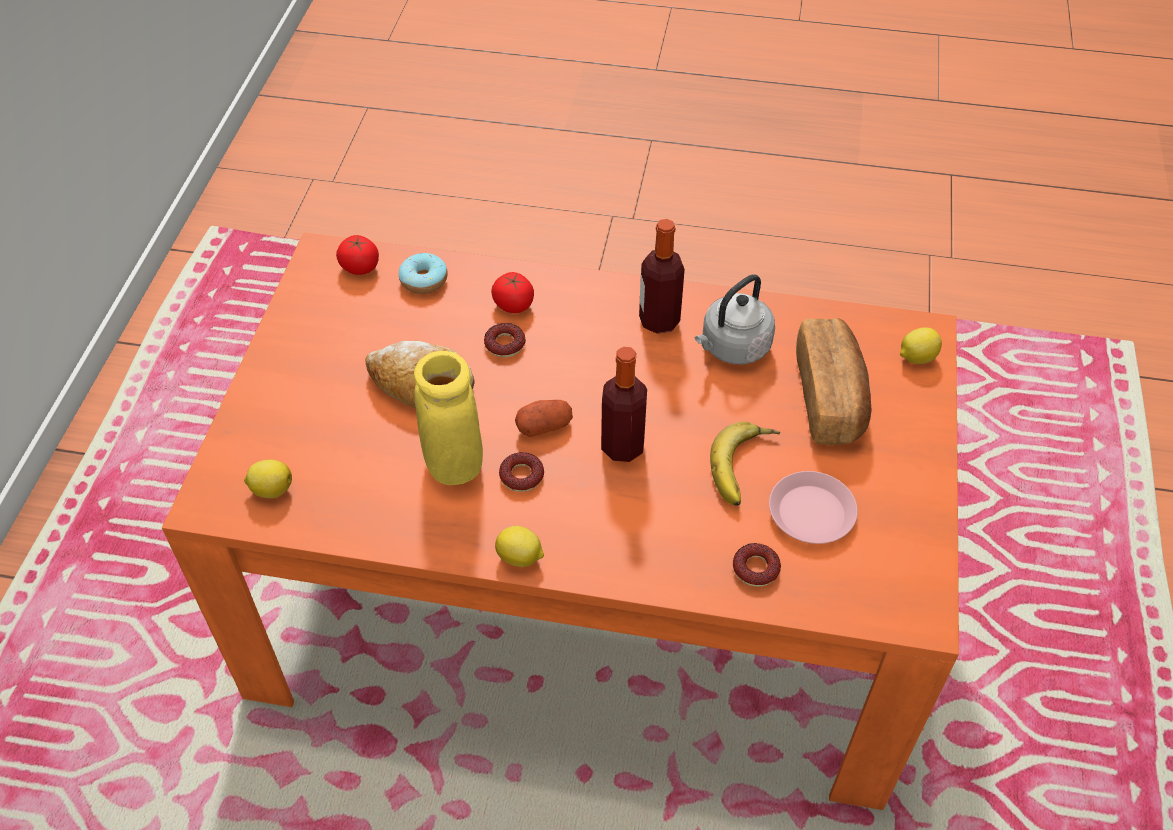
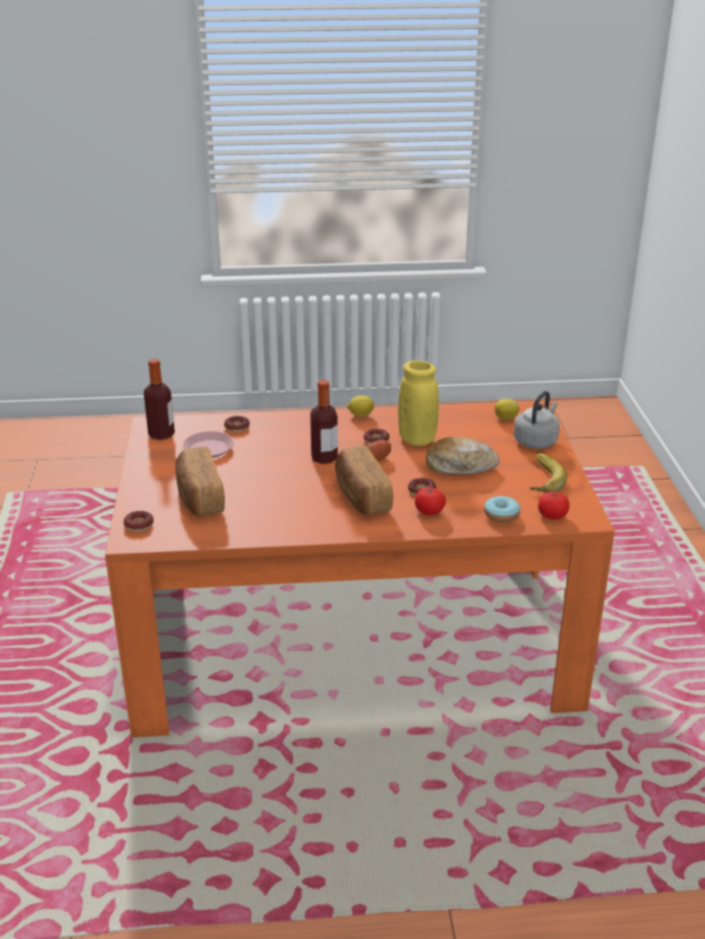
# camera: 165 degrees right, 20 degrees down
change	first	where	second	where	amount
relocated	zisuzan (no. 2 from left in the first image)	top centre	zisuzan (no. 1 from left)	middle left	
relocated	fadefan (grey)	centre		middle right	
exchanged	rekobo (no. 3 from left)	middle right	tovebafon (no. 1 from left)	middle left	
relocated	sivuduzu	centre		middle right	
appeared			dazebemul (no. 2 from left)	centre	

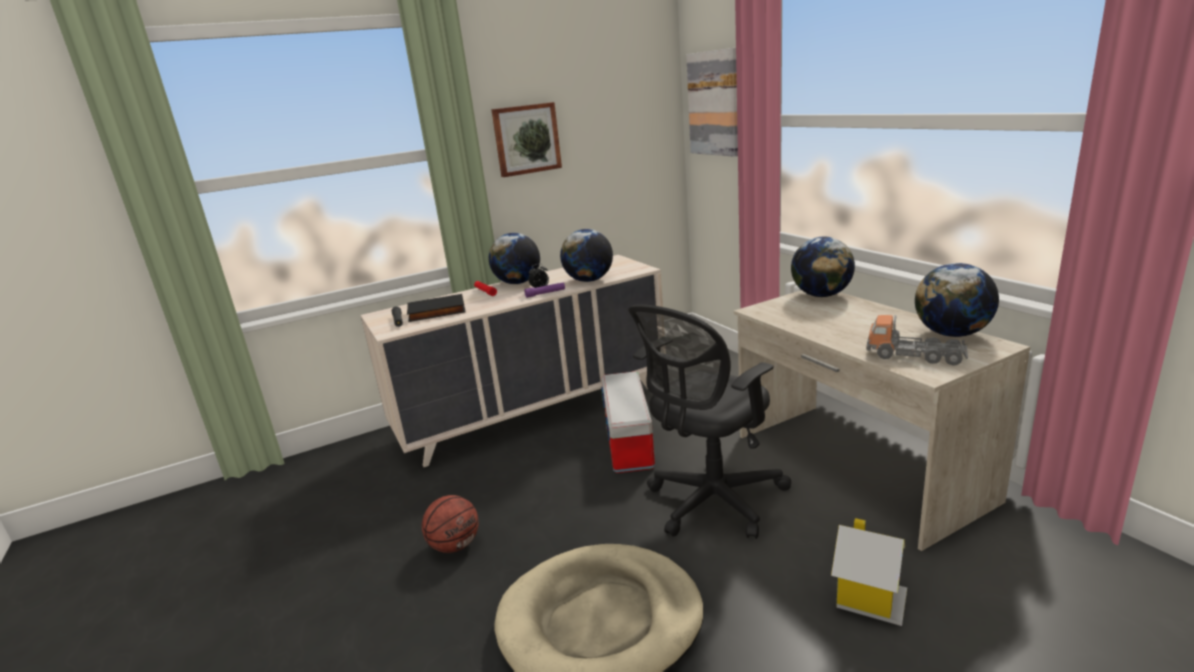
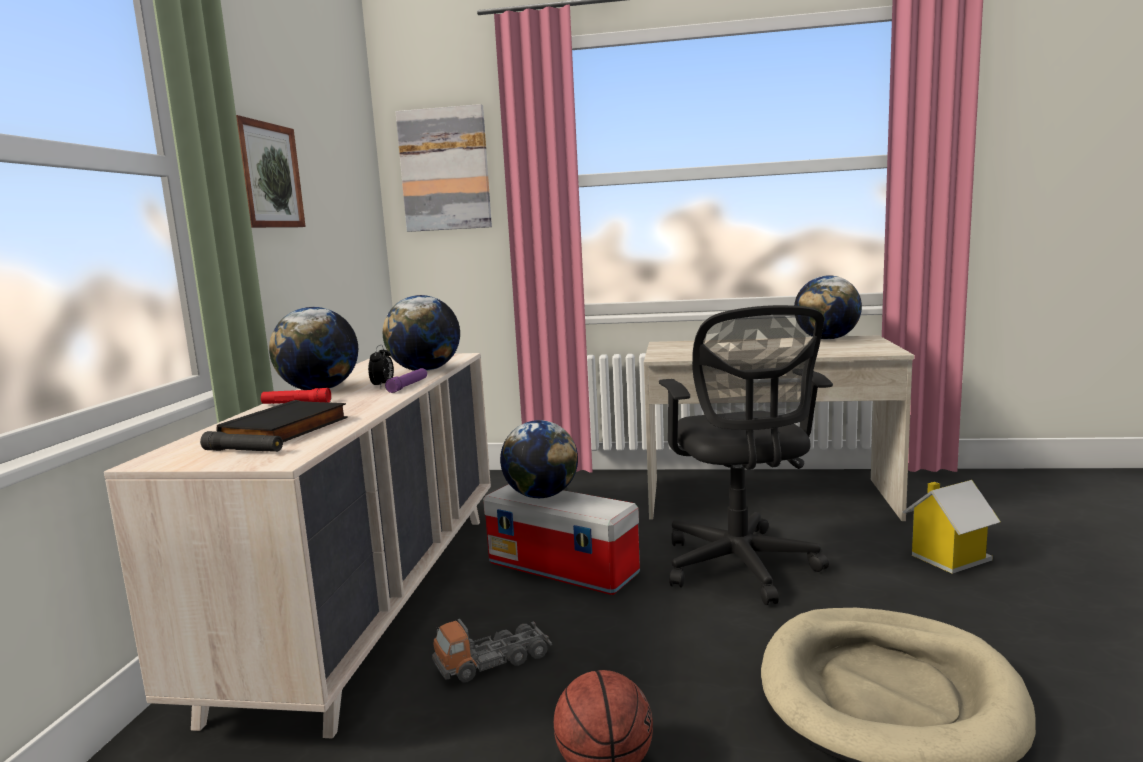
# camera: 55 degrees left, 10 degrees down
change	first	where	second	where	amount
relocated	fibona (no. 3 from left)	middle right		centre	
relocated	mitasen	middle right		bottom centre	

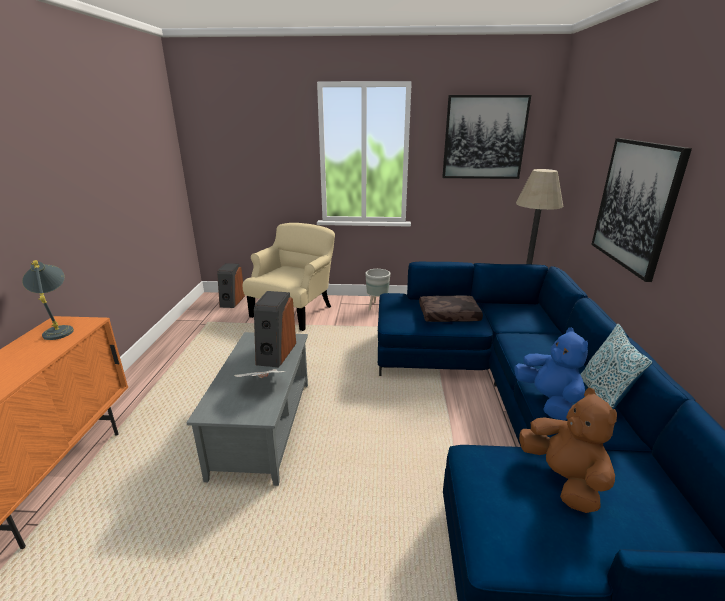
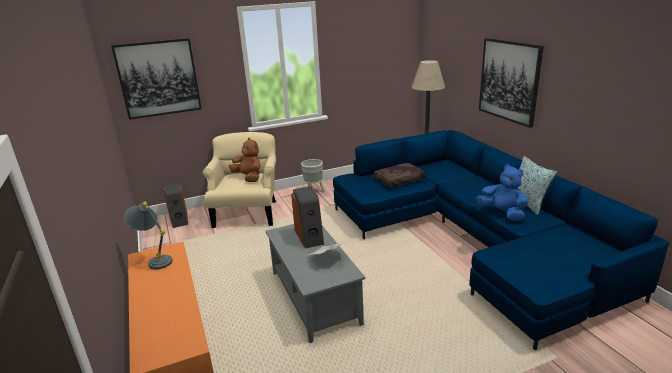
# camera: 25 degrees left, 0 degrees up
change	first	where	second	where	amount
relocated	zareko (no. 1 from left)	top right		top left	
relocated	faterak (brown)	bottom right		centre	

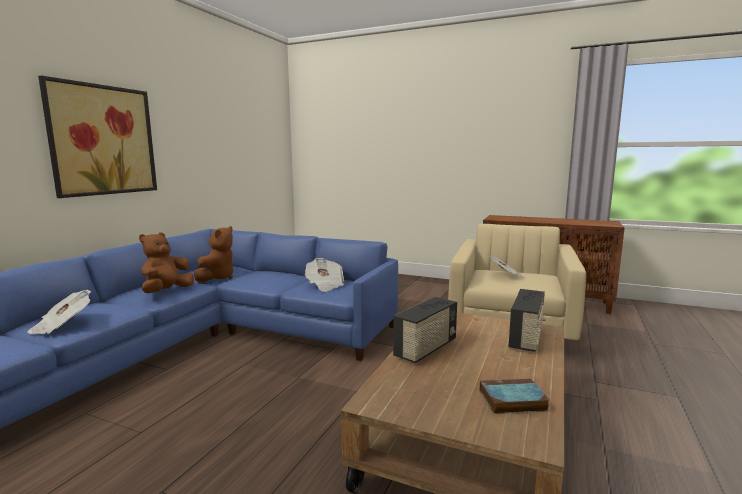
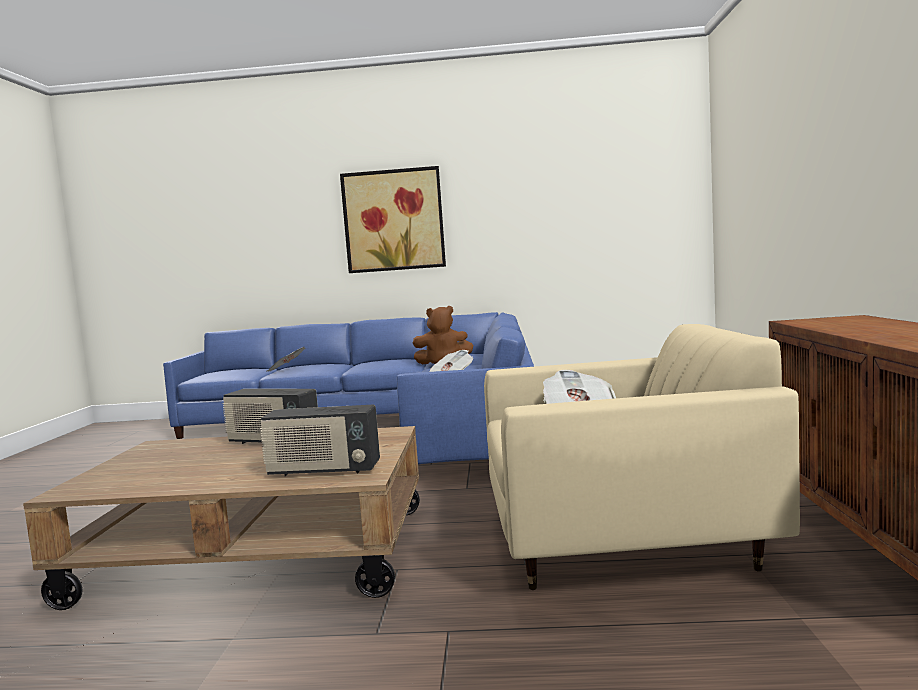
# camera: 70 degrees right, 5 degrees down
change	first	where	second	where	amount
missing	faterak (brown) (no. 1 from left)	middle left			
missing	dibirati	bottom right			

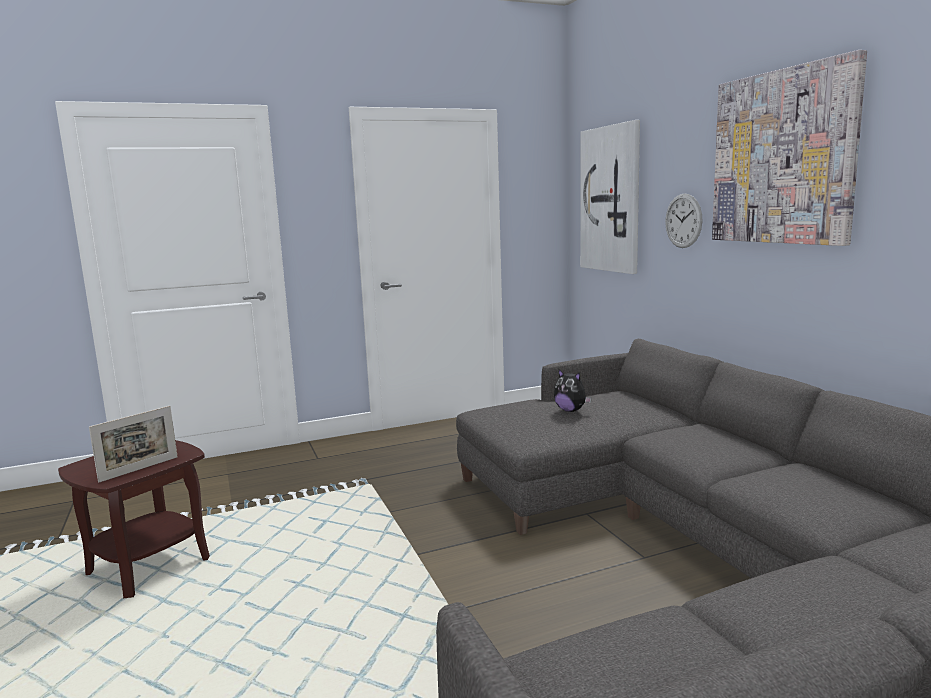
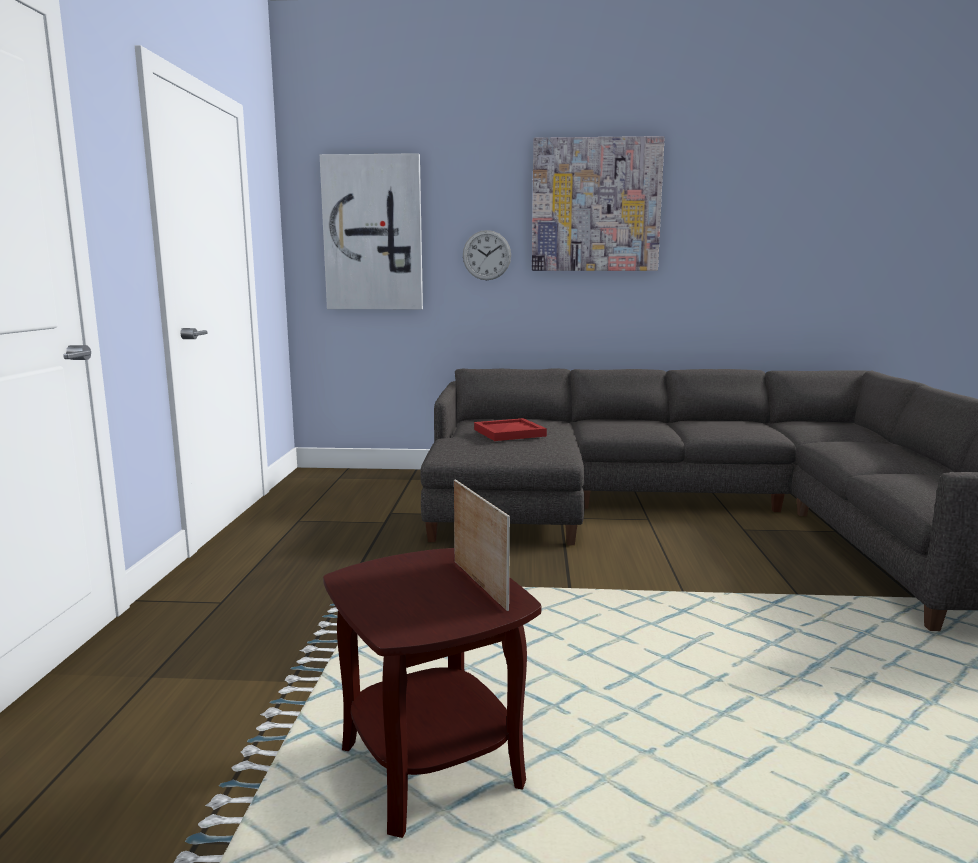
# camera: 65 degrees left, 0 degrees up
change	first	where	second	where	amount
exchanged	faterak	centre	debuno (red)	centre	

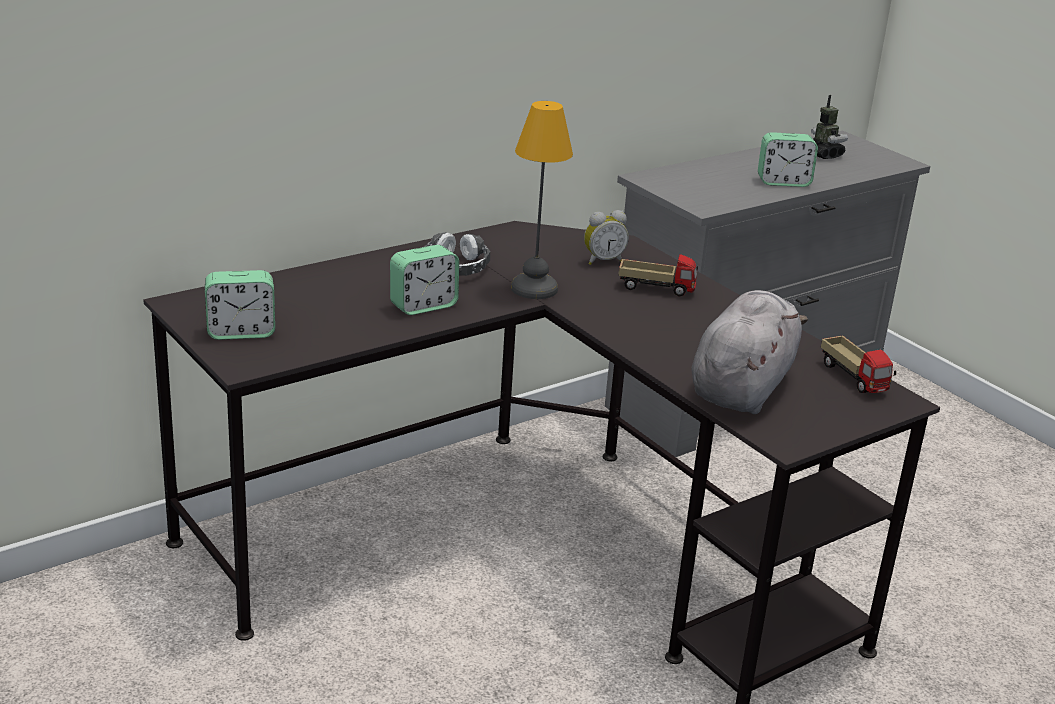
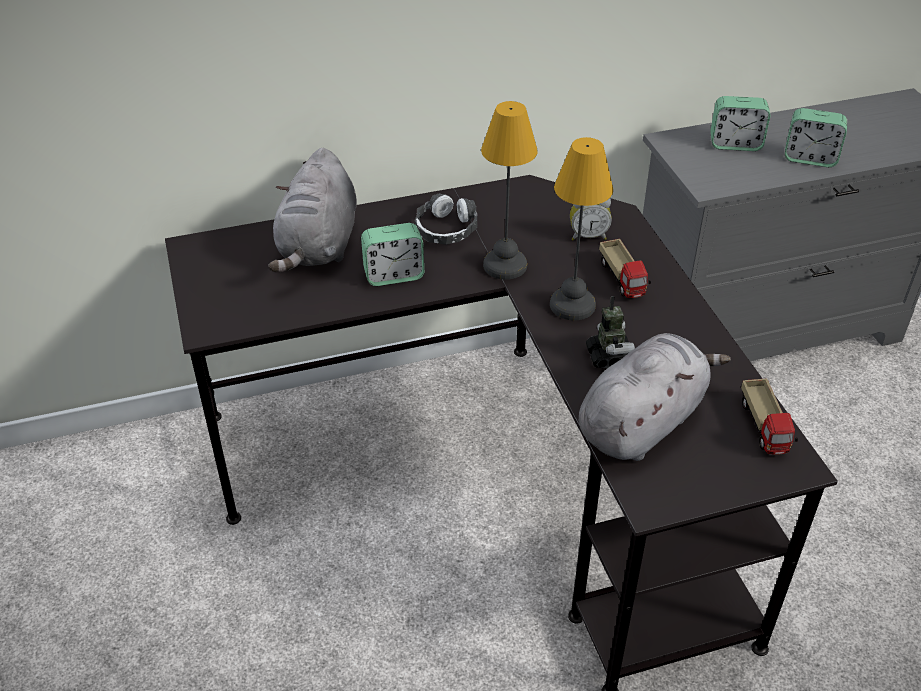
# camera: 20 degrees right, 15 degrees up
change	first	where	second	where	amount
relocated	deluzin	top right		centre	
spun	mitasen (no. 1 from left)	centre		middle right	45 degrees clockwise
relocated	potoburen (no. 1 from left in the first image)	middle left	potoburen (no. 3 from left)	top right	
appeared			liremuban (no. 2 from left)	top centre	
appeared			faterak (grey) (no. 1 from left)	top centre	

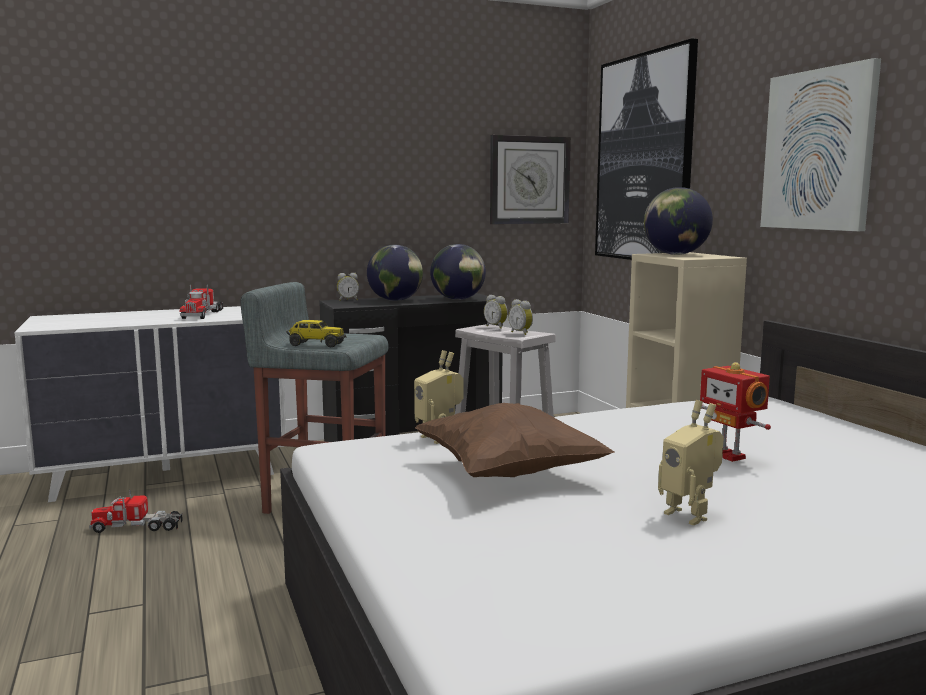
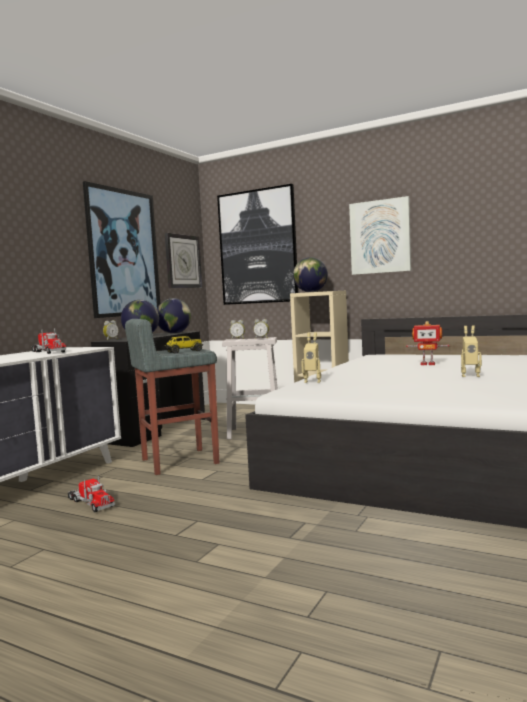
# camera: 40 degrees left, 5 degrees down
change	first	where	second	where	amount
missing	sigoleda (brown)	centre			
spun	mitasen (no. 1 from left in the first image)	bottom left	mitasen (no. 2 from left)	bottom left	90 degrees counterclockwise
appeared			zareko (no. 1 from left)	middle left	

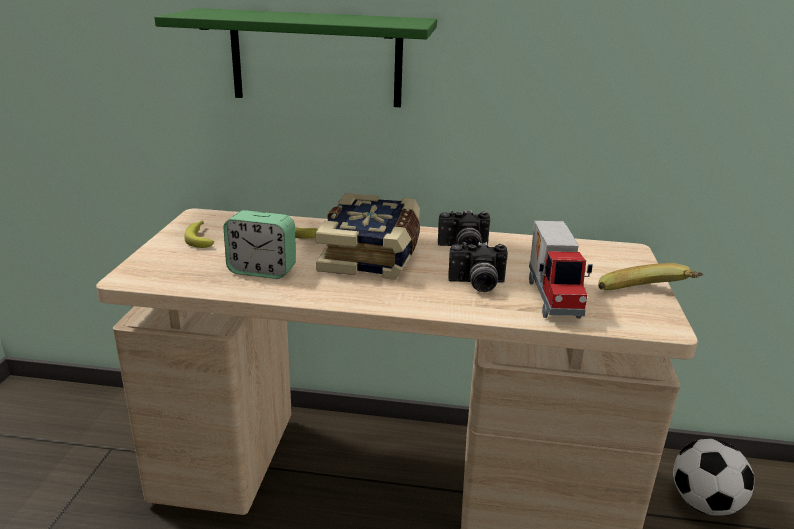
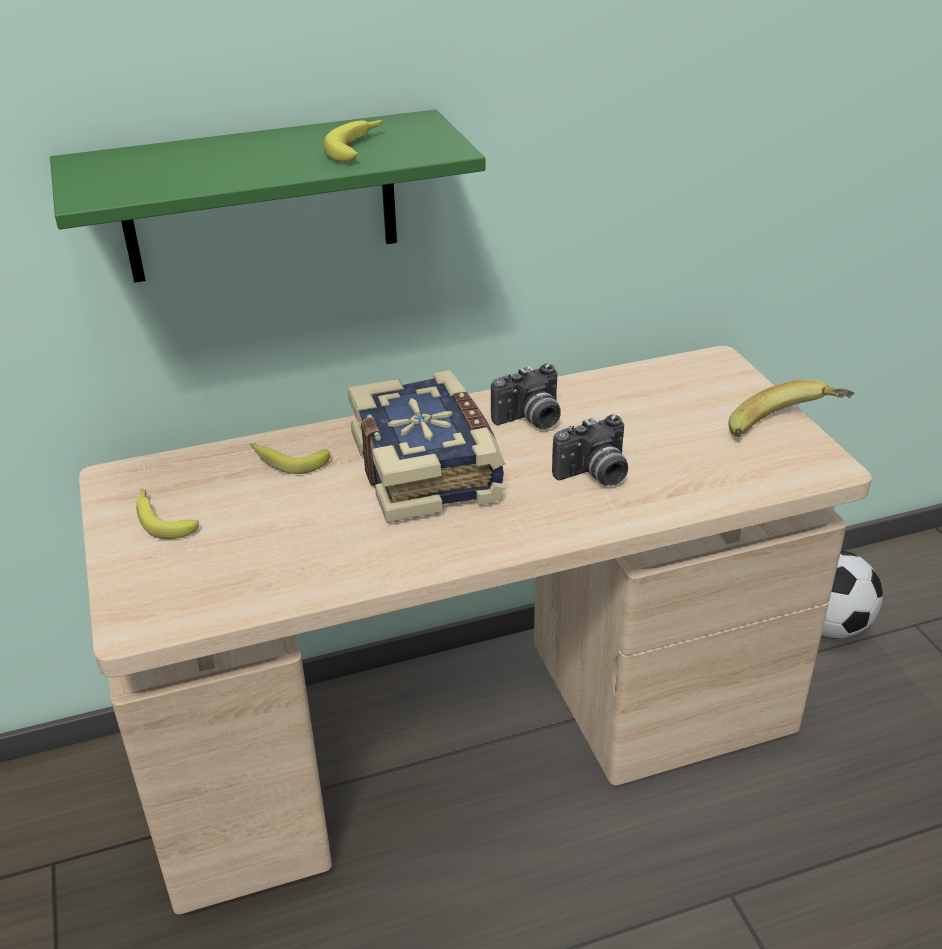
# camera: 25 degrees left, 10 degrees up
change	first	where	second	where	amount
missing	potoburen	middle left			
missing	mitasen	middle right			
appeared			sivuduzu (no. 3 from left)	top centre	

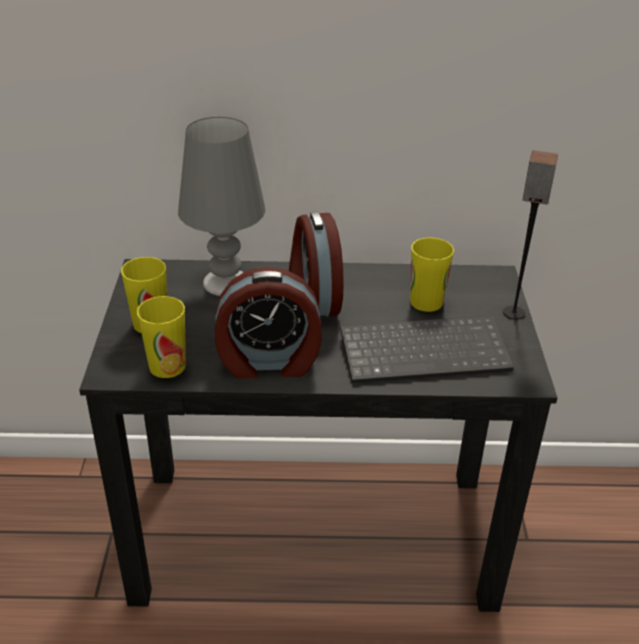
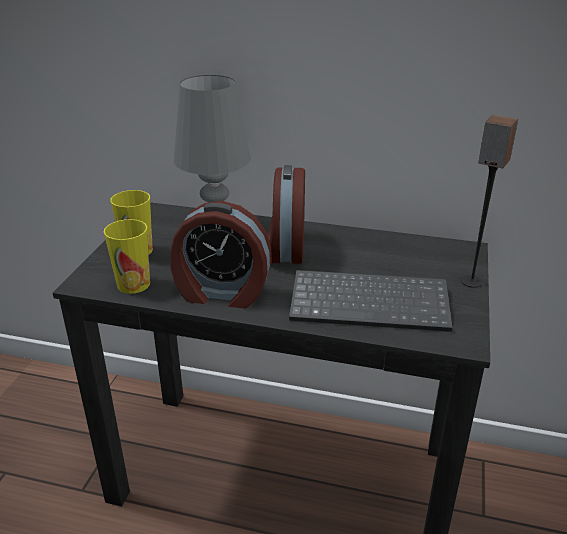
# camera: 15 degrees right, 5 degrees down
change	first	where	second	where	amount
missing	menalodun (no. 3 from left)	middle right			

